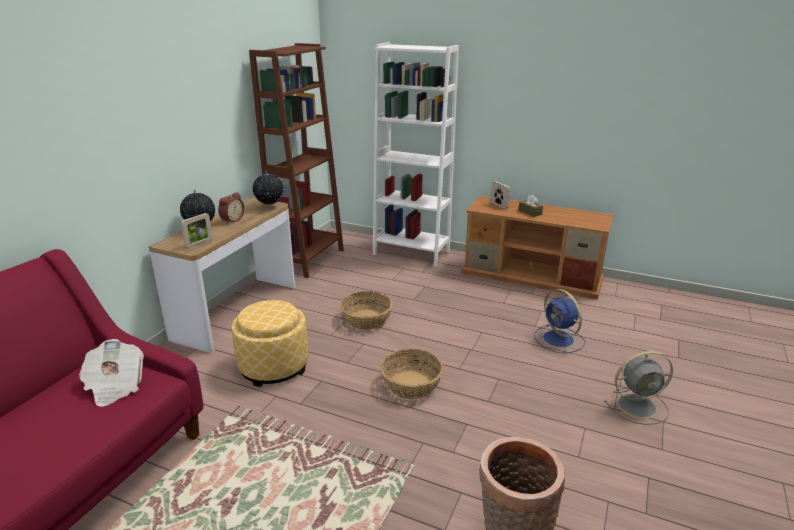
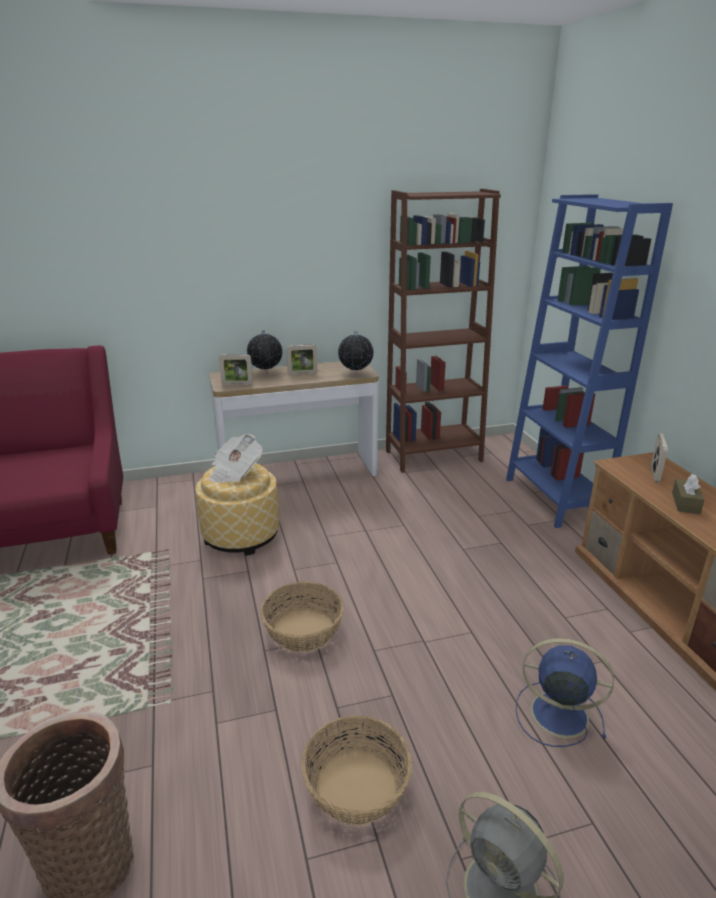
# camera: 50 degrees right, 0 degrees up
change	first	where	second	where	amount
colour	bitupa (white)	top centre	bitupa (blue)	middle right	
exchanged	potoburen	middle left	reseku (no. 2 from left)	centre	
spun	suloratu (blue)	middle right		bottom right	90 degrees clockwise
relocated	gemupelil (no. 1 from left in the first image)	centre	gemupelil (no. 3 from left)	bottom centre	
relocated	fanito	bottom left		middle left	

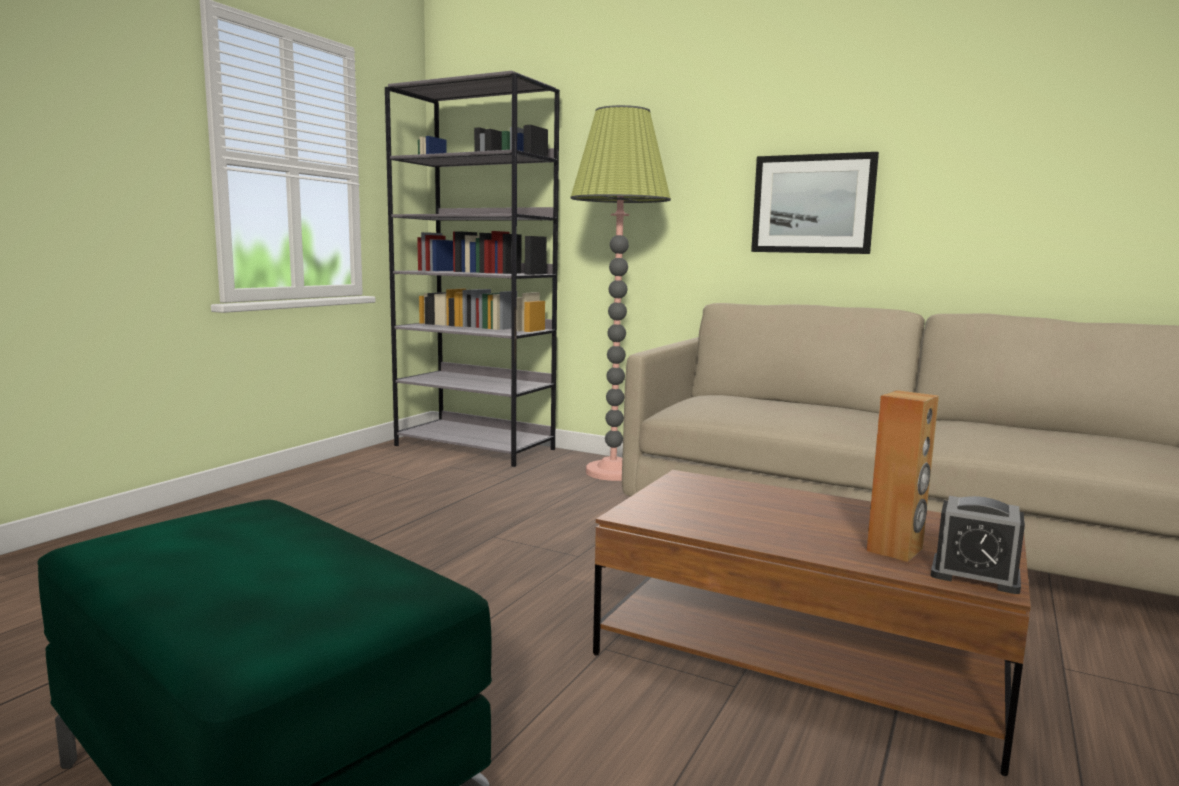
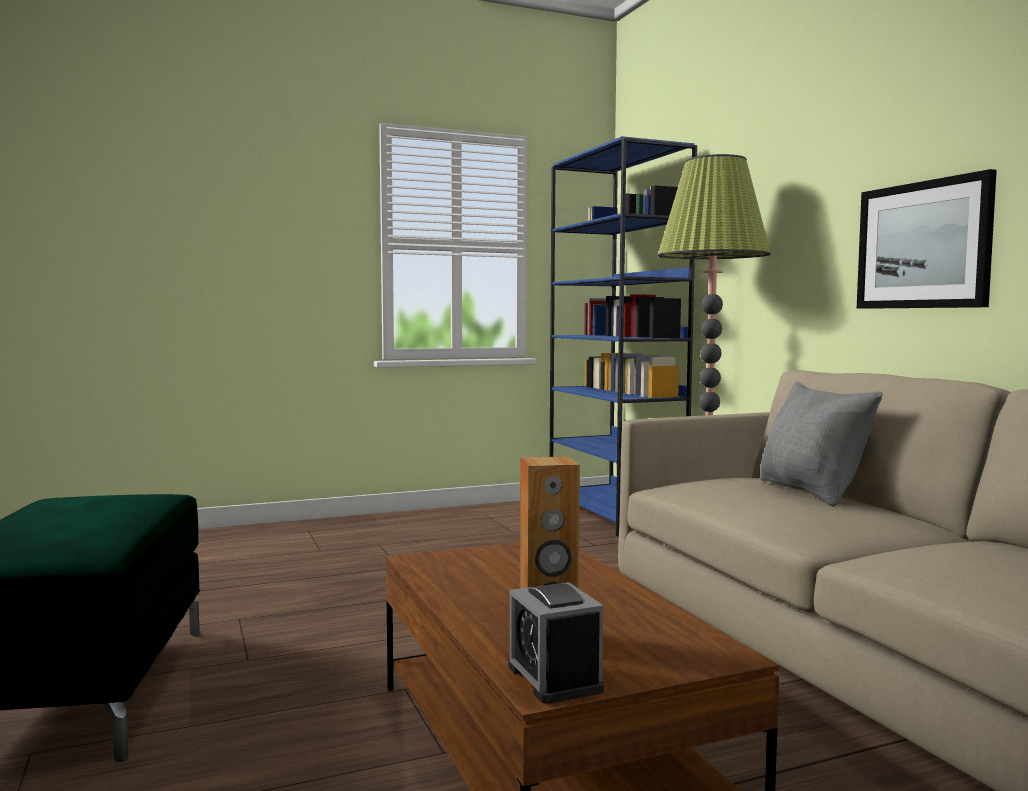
# camera: 40 degrees right, 5 degrees down
change	first	where	second	where	amount
colour	bitupa (grey)	centre	bitupa (blue)	centre	
appeared			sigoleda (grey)	middle right	

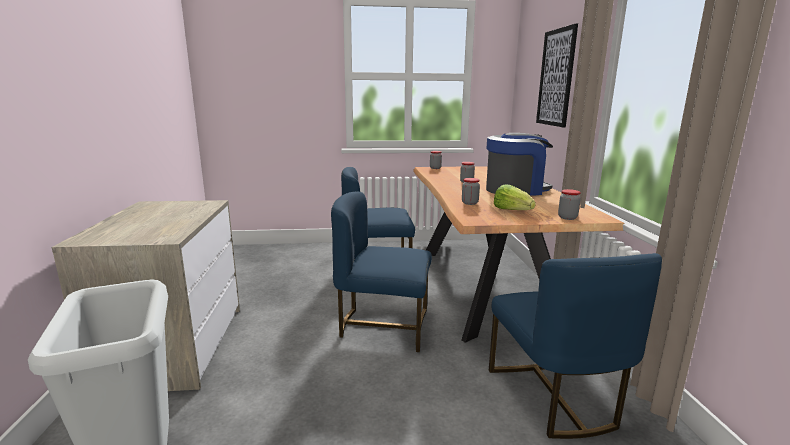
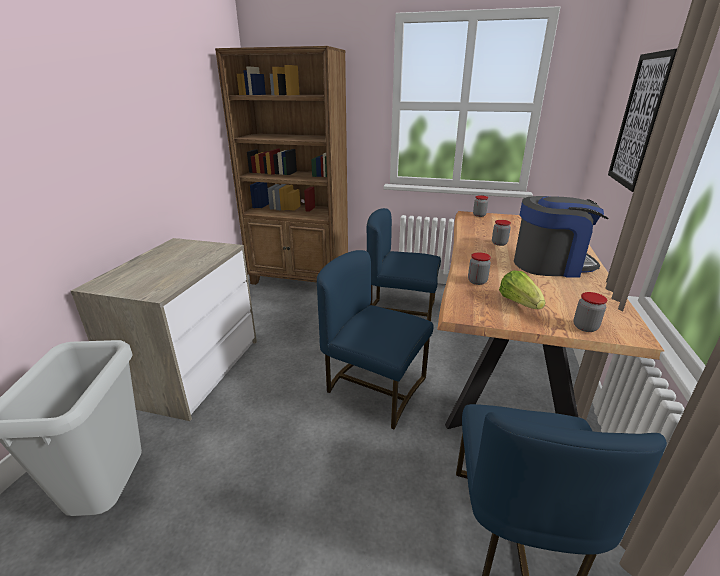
# camera: 20 degrees right, 10 degrees up
change	first	where	second	where	amount
appeared			bitupa (brown)	top centre	

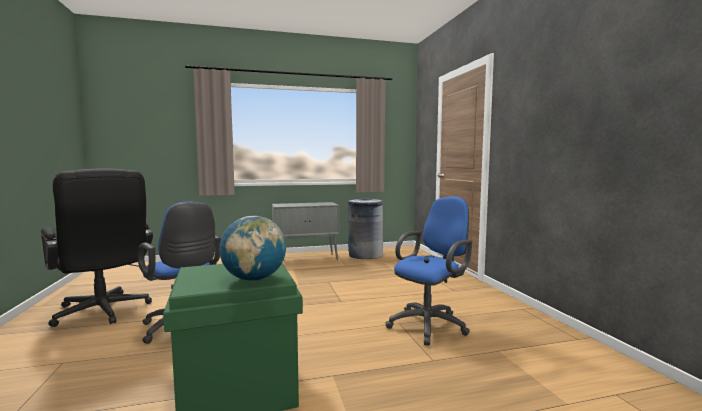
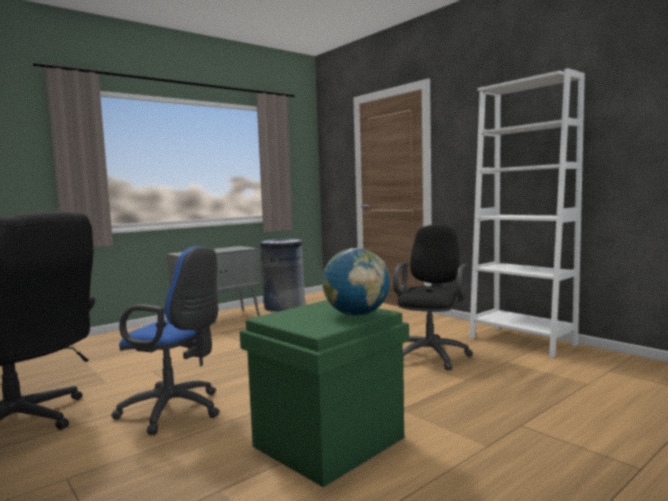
# camera: 25 degrees left, 0 degrees up
change	first	where	second	where	amount
colour	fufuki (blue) (no. 2 from left)	centre	fufuki (black) (no. 2 from left)	centre	
appeared			bitupa (white)	middle right	

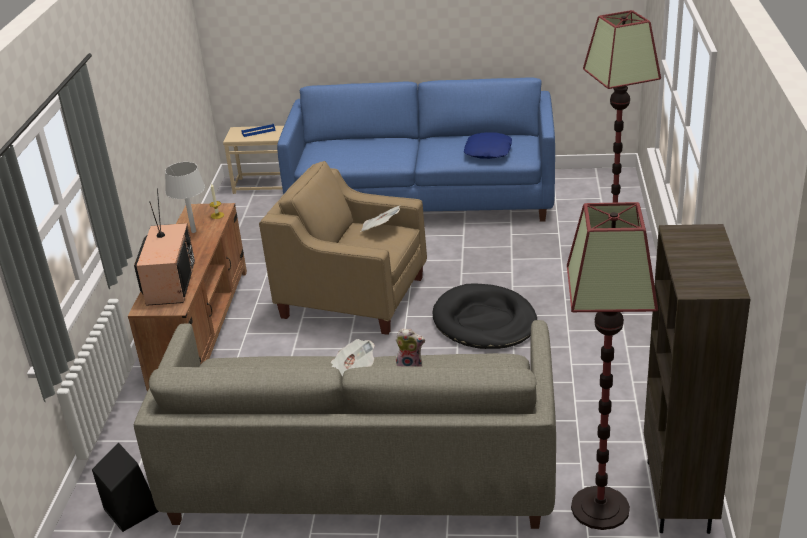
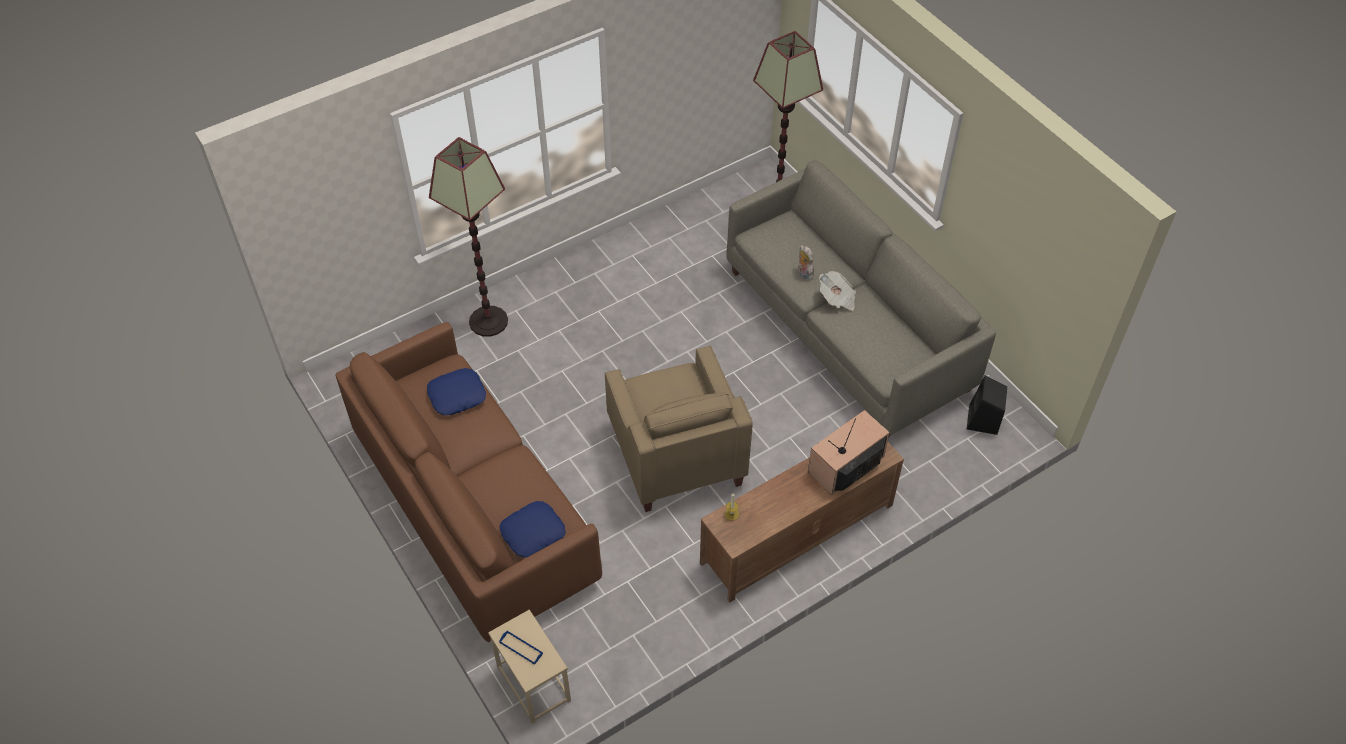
# camera: 130 degrees left, 20 degrees up
change	first	where	second	where	amount
colour	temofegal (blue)	top centre	temofegal (brown)	centre	
missing	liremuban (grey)	middle left			
missing	fanito (no. 2 from left)	centre			
missing	bitupa (brown)	bottom right			
missing	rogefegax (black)	centre			
appeared			sigoleda (blue) (no. 2 from left)	bottom centre	

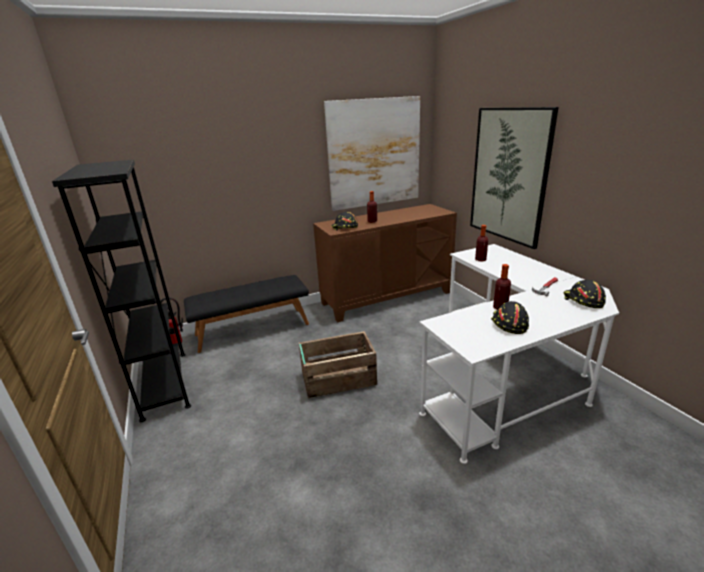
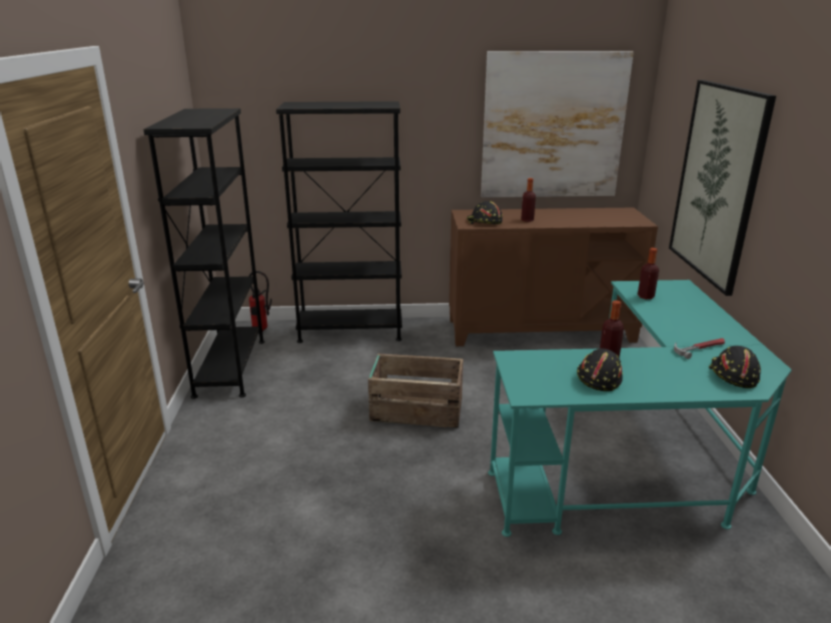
# camera: 20 degrees right, 0 degrees up
change	first	where	second	where	amount
colour	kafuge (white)	middle right	kafuge (turquoise)	middle right	
exchanged	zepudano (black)	centre	bitupa (black) (no. 2 from left)	centre	

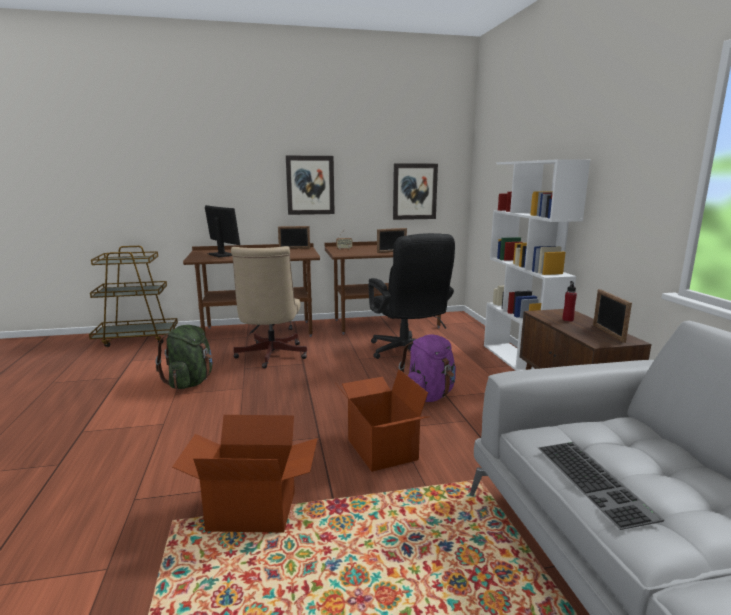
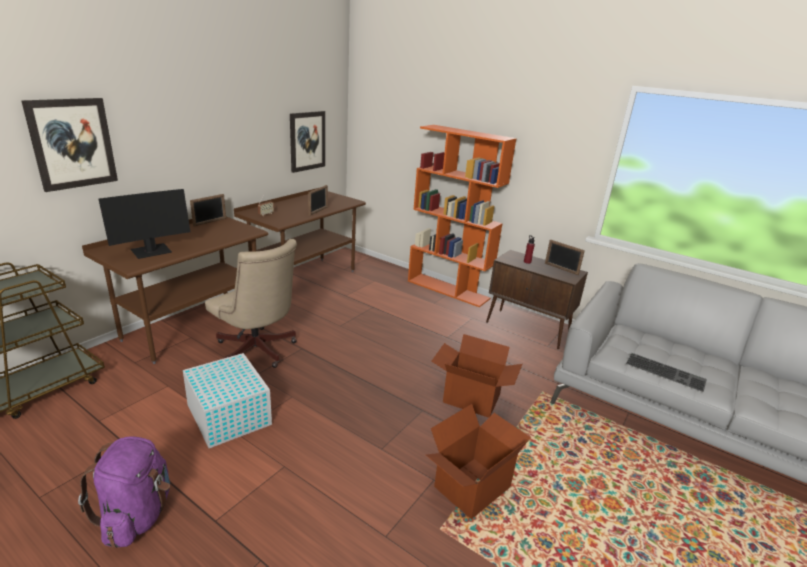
# camera: 45 degrees left, 10 degrees up
change	first	where	second	where	amount
relocated	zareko (no. 1 from left)	top centre		top left	
colour	bitupa (white)	middle right	bitupa (orange)	centre	
spun	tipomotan	middle left		middle left	135 degrees clockwise
missing	fufuki (black)	centre			
exchanged	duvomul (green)	middle left	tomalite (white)	bottom left	
relocated	duvomul (purple)	centre		bottom left	

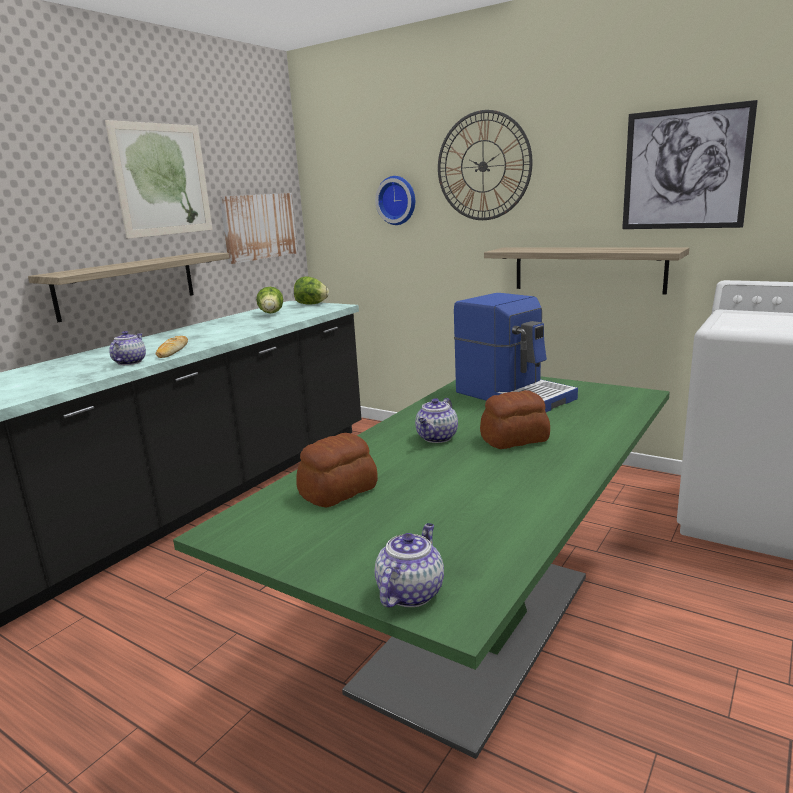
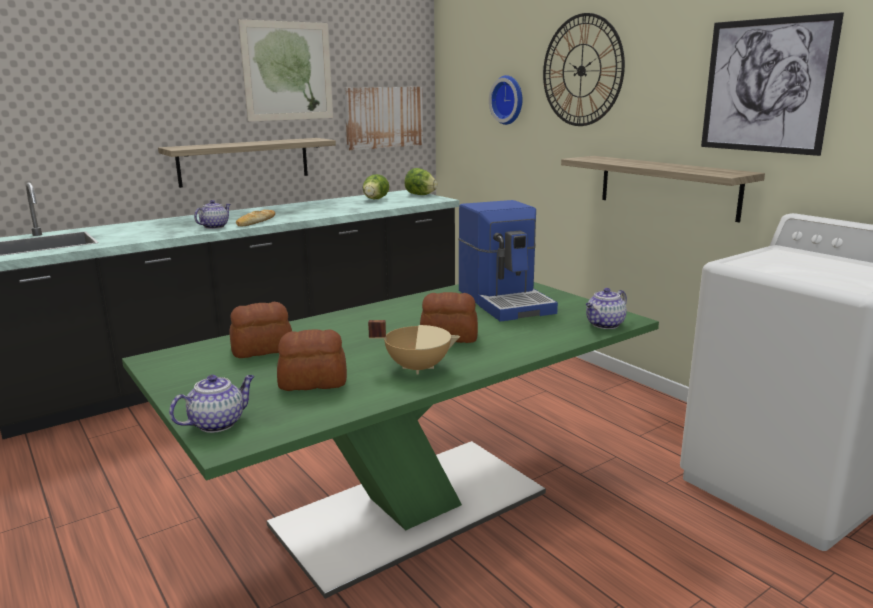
# camera: 20 degrees right, 0 degrees up
change	first	where	second	where	amount
relocated	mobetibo (no. 3 from left)	centre		middle right	
appeared			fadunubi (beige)	centre	
appeared			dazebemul (no. 3 from left)	centre	

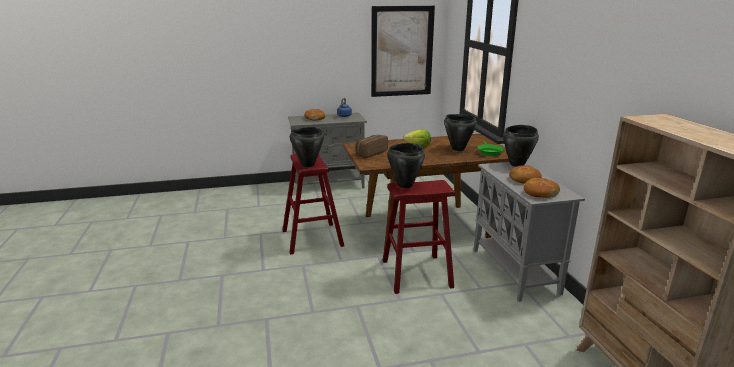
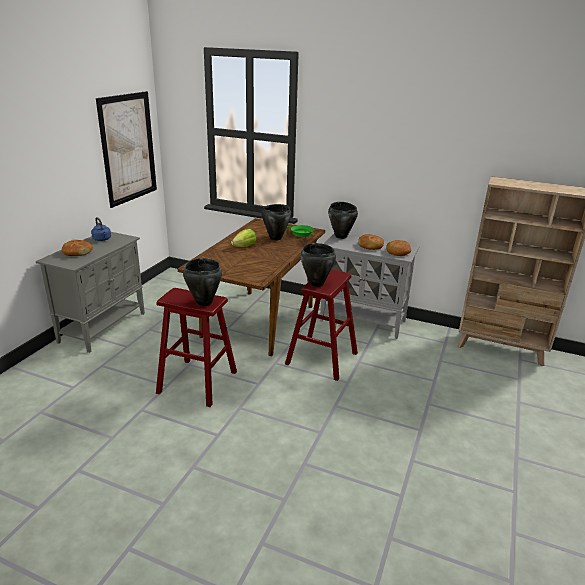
# camera: 55 degrees left, 5 degrees up
change	first	where	second	where	amount
missing	dazebemul (no. 2 from left)	centre			

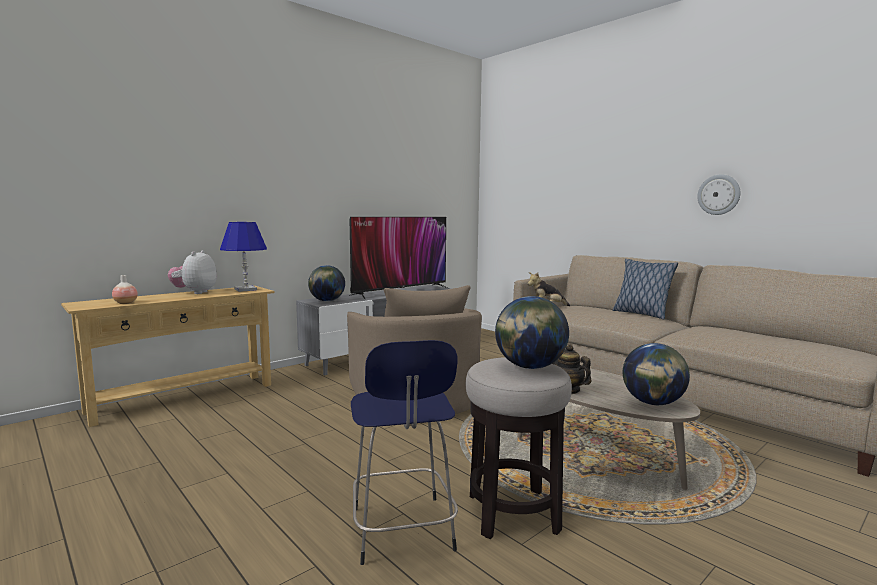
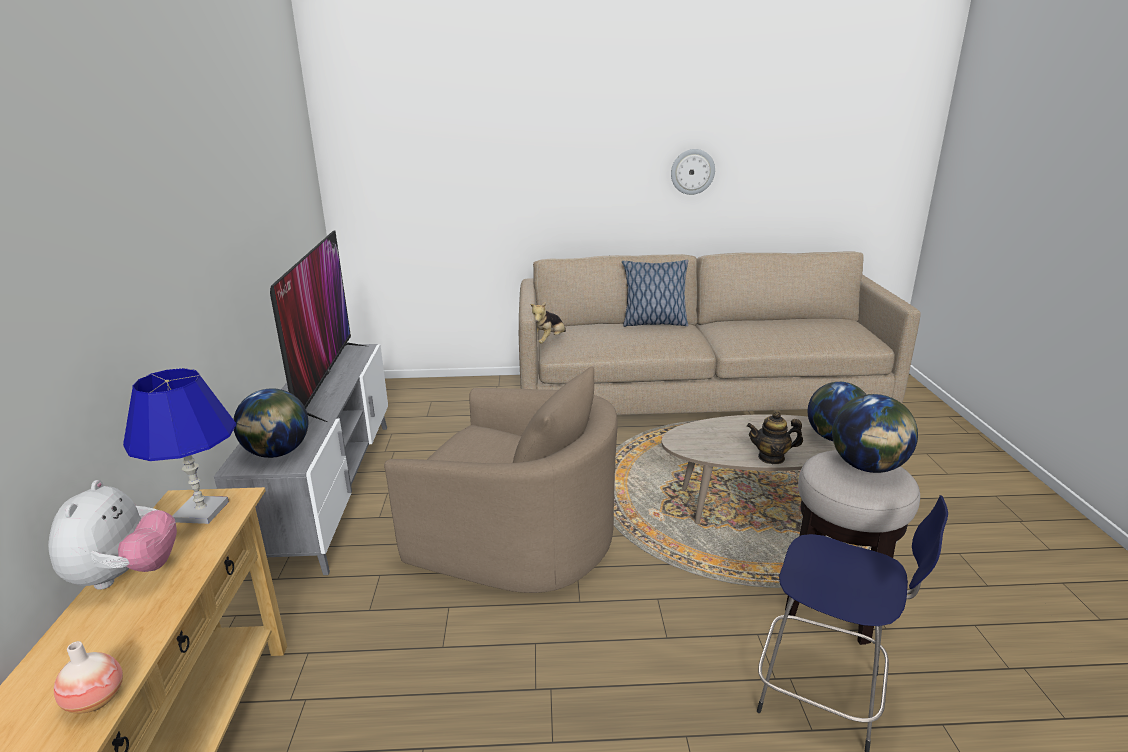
# camera: 50 degrees left, 15 degrees up
change	first	where	second	where	amount
spun	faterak (no. 1 from left)	middle left		bottom left	135 degrees counterclockwise

